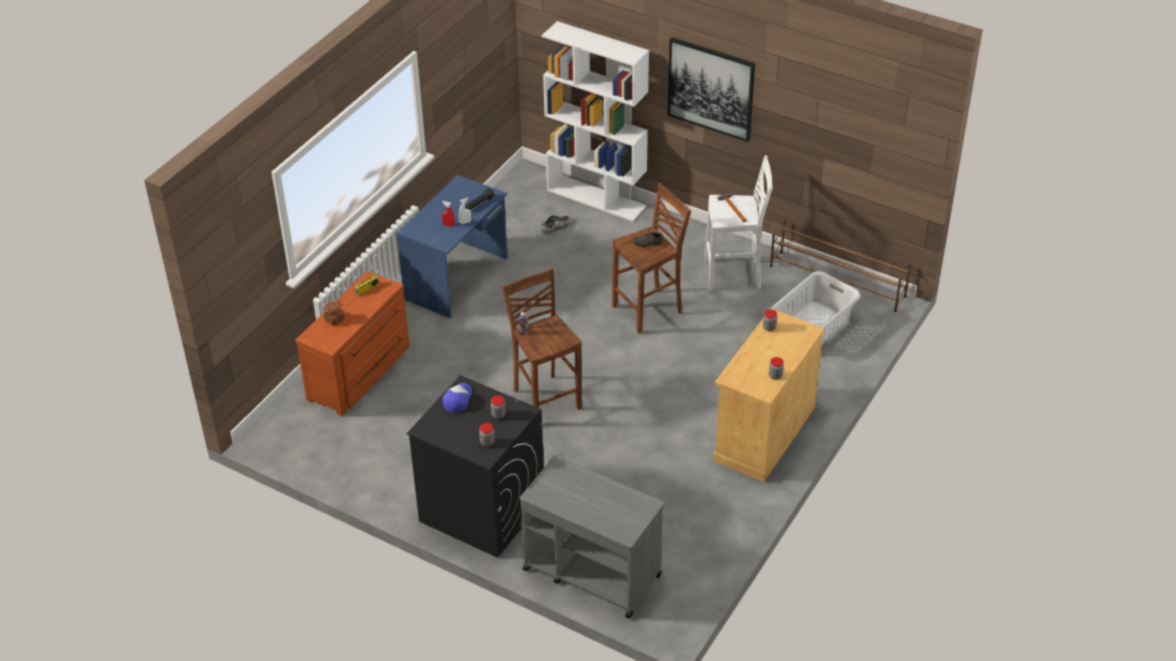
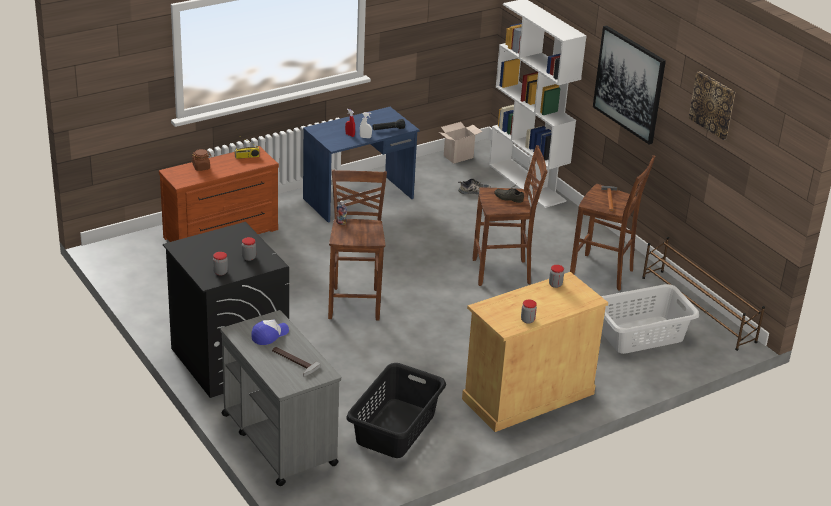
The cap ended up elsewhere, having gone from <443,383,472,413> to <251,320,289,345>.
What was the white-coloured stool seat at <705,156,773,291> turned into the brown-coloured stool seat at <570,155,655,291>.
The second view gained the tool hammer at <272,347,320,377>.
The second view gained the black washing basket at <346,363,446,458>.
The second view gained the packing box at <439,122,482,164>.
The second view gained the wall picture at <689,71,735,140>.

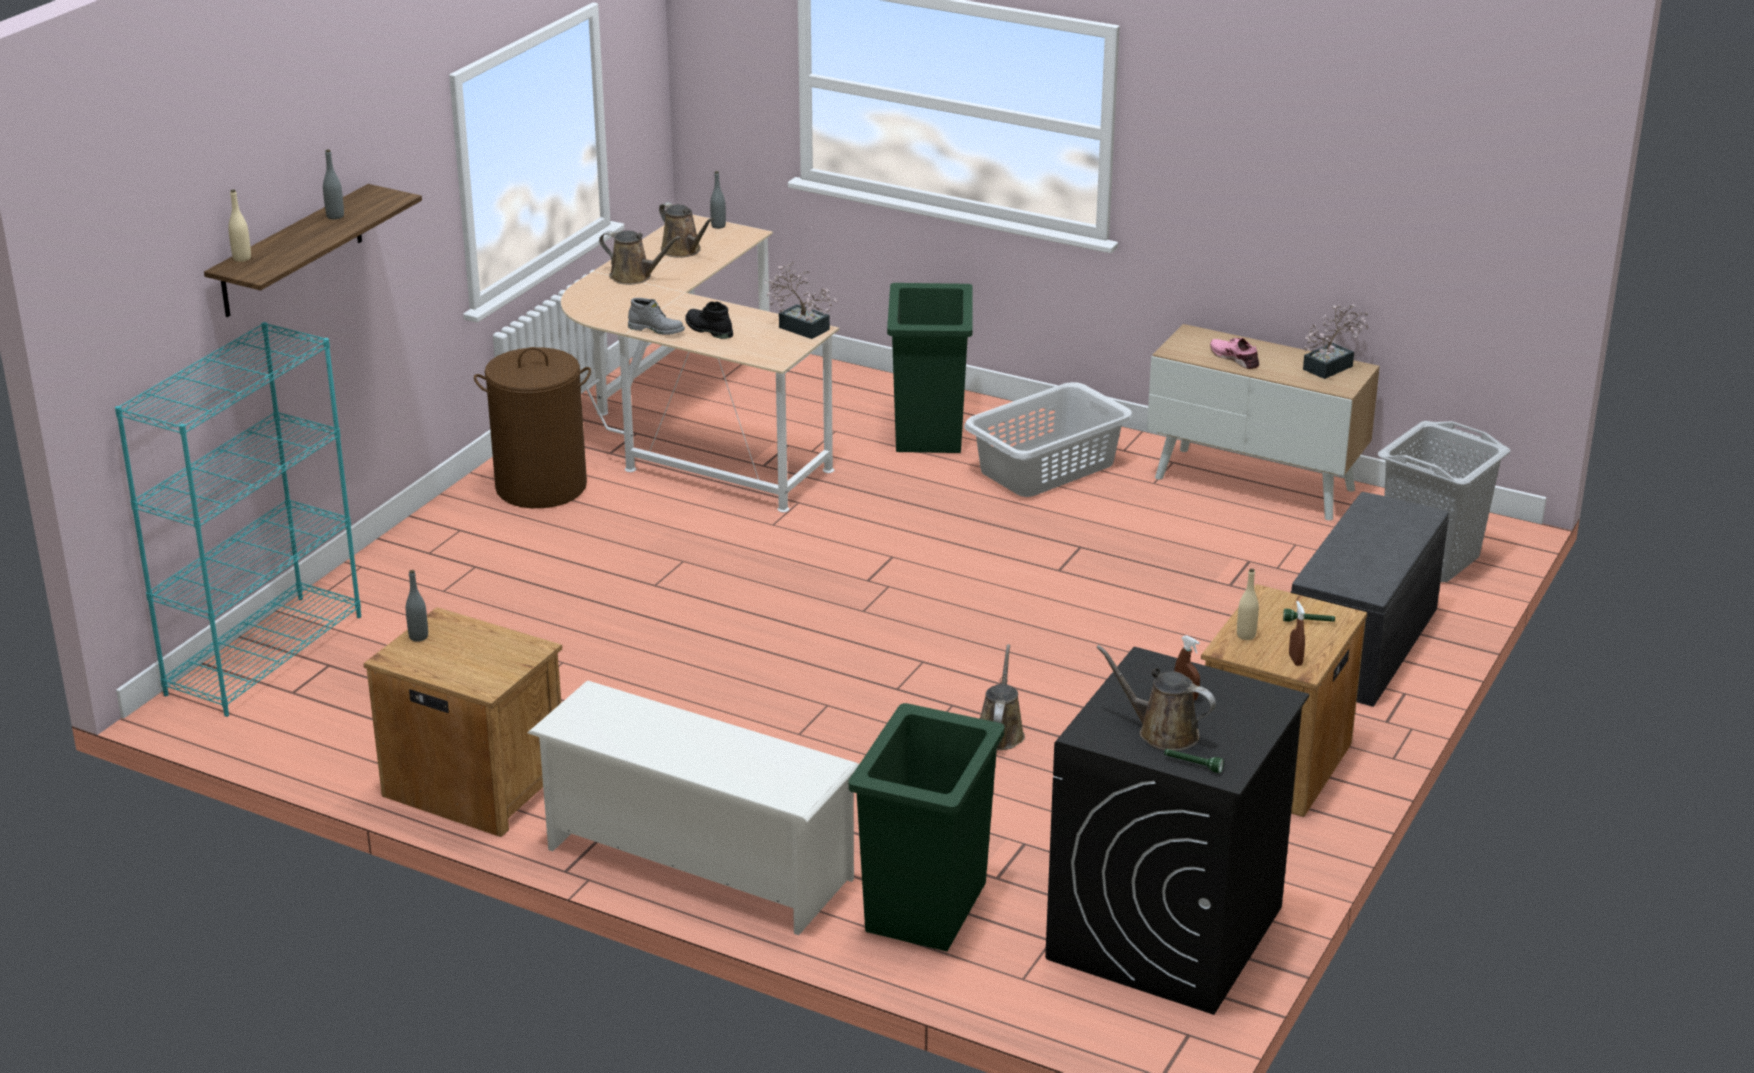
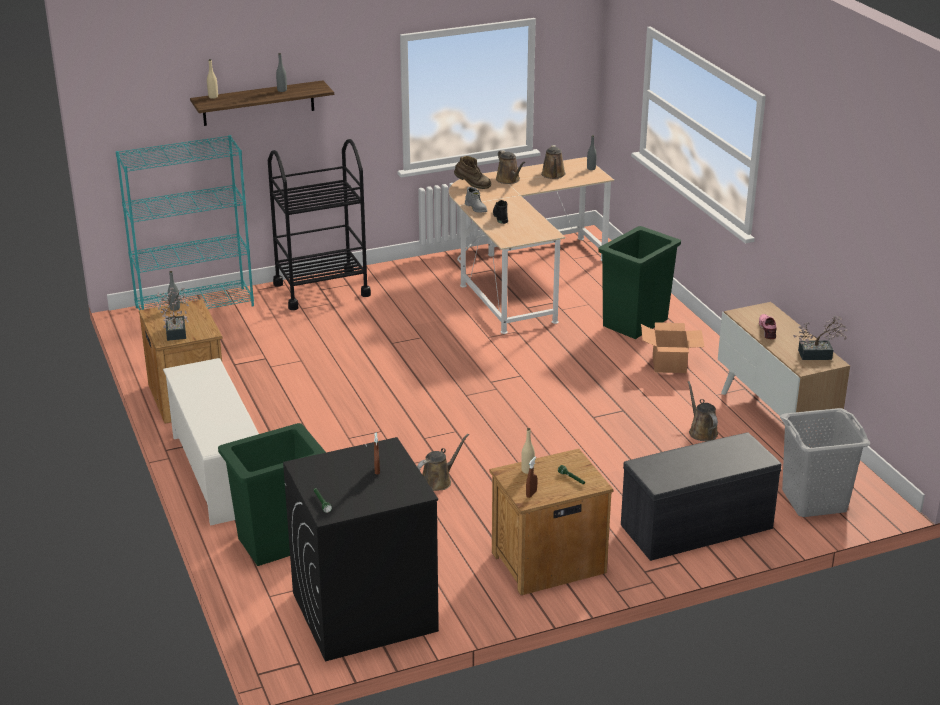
The second view lost the brown-coloured washing basket at <474,347,591,508>.
The houseplant ended up elsewhere, having gone from <764,262,838,339> to <154,287,189,341>.
Where the gray washing basket stood at <964,382,1133,497>, the packing box came to stand at <641,322,705,373>.
The brown-coloured sprinkling can ended up elsewhere, having gone from <1096,645,1216,751> to <688,381,718,441>.
The second view gained the black cart at <268,139,371,310>.
The second view gained the brown-coloured high-top boot at <454,156,491,189>.

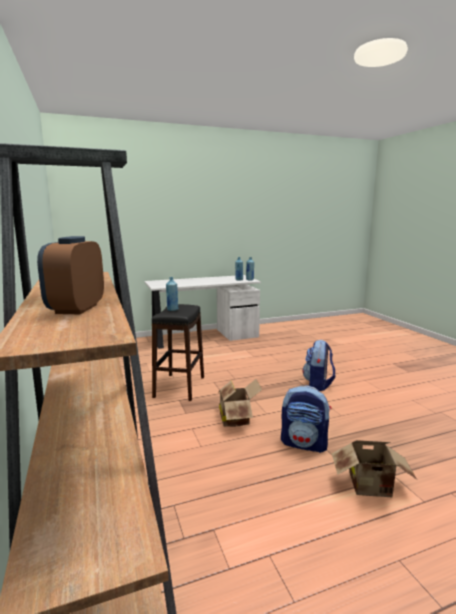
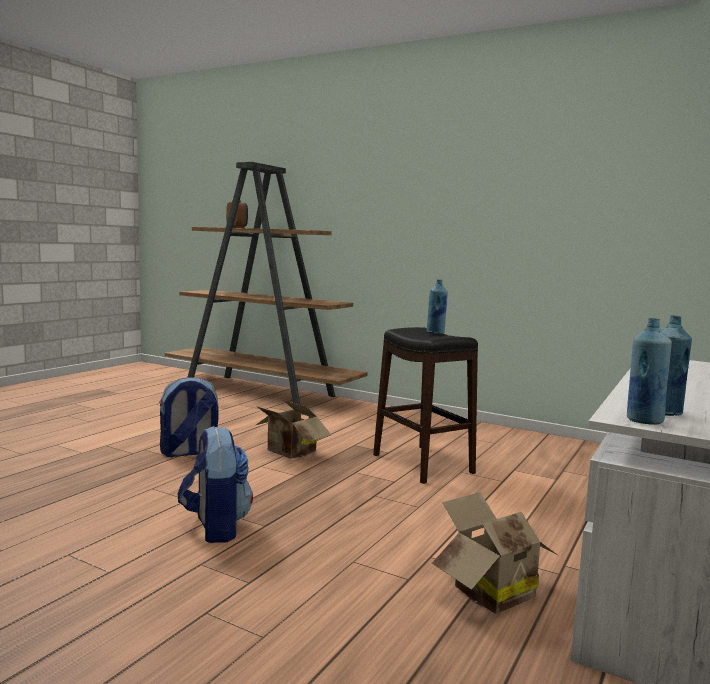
The packing box ended up elsewhere, having gone from <332,440,417,497> to <432,493,559,614>.

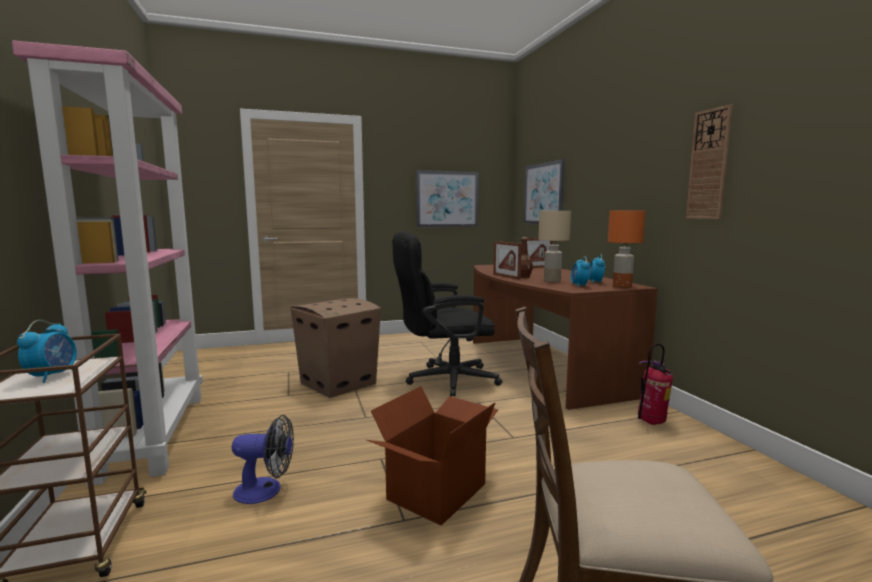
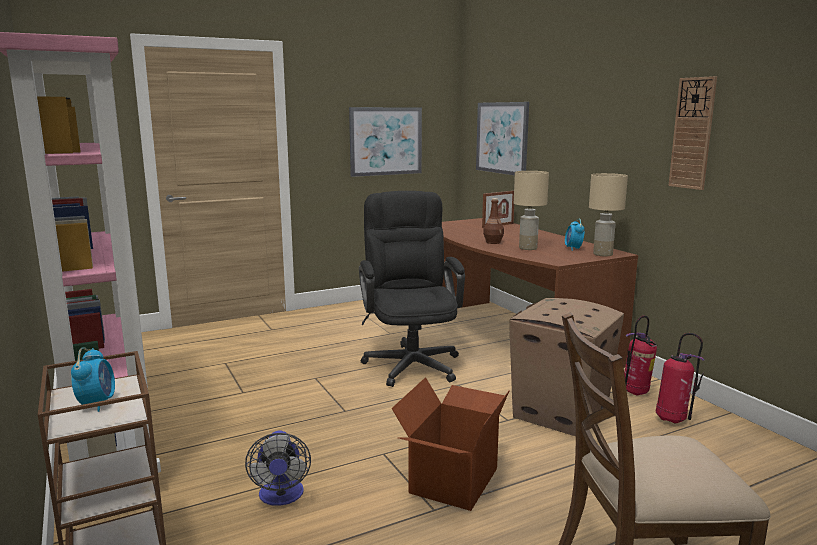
The cooling fan at <232,415,294,504> ended up facing another way, 90 degrees clockwise from before.
The packing box ended up elsewhere, having gone from <291,298,381,398> to <509,298,624,436>.
The black computer chair at <392,231,502,397> ended up facing another way, 105 degrees clockwise from before.
The second view lost the photo frame at <493,241,522,280>.
The second view lost the table clock at <571,256,590,287>.
What was the orange-coloured table lamp at <608,211,646,288> turned into the beige-coloured table lamp at <589,173,628,256>.
The second view gained the fire-fighting cylinder at <656,333,704,423>.

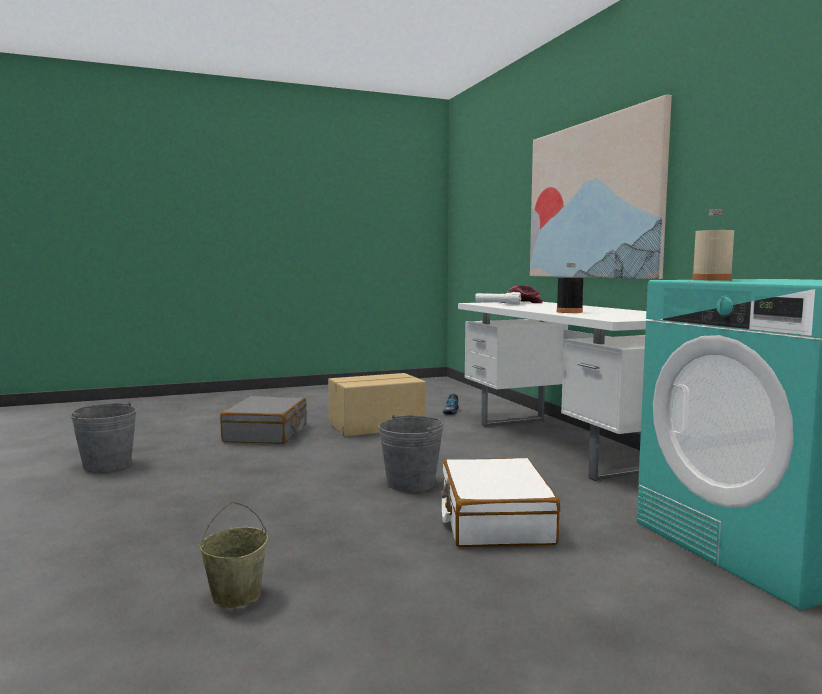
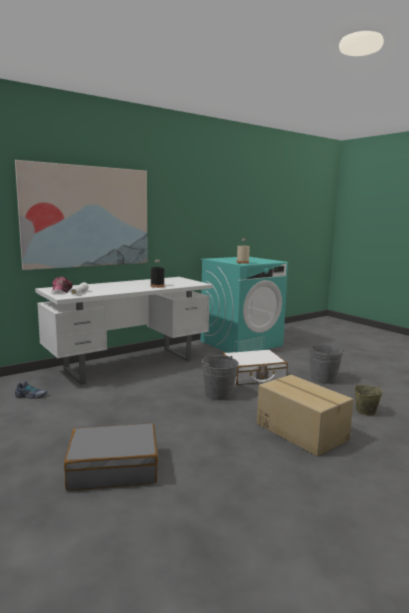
The gray pail ended up elsewhere, having gone from <70,403,137,473> to <309,345,344,384>.
The packing box ended up elsewhere, having gone from <328,373,426,437> to <257,375,354,457>.

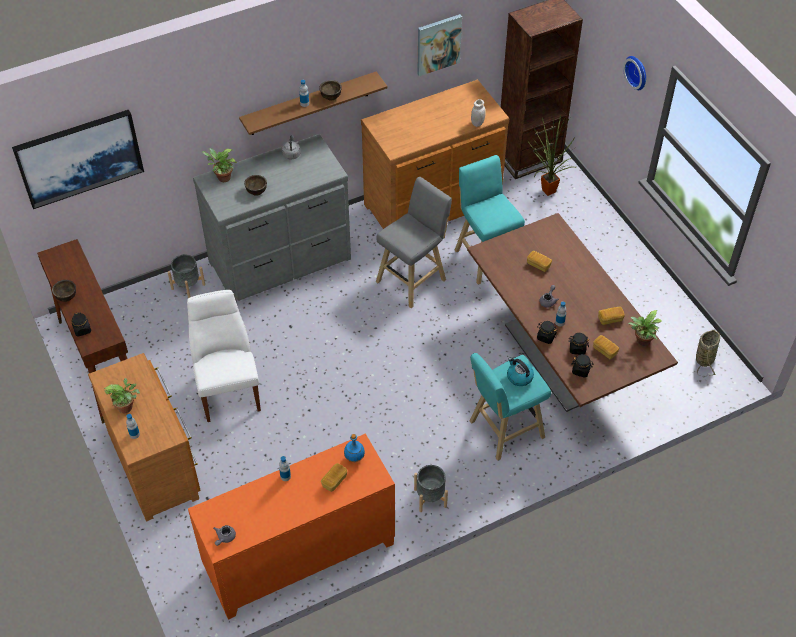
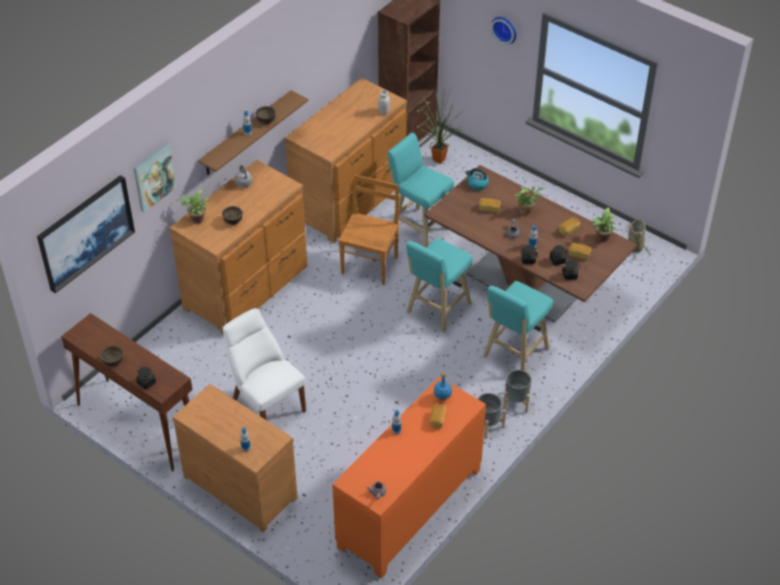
The houseplant ended up elsewhere, having gone from <104,378,140,413> to <514,186,545,215>.
The gray plant pot ended up elsewhere, having gone from <168,254,205,298> to <503,370,532,413>.
What was the gray drawer chest at <193,134,351,303> turned into the brown-coloured drawer chest at <169,160,307,335>.
Where the gray stool seat stood at <376,177,452,308>, the brown-coloured chair came to stand at <338,175,399,285>.
The wall picture ended up elsewhere, having gone from <417,14,462,76> to <133,143,176,212>.
The water kettle ended up elsewhere, having gone from <507,357,534,386> to <465,168,489,190>.
The second view gained the turquoise-coloured stool seat at <406,238,473,333>.

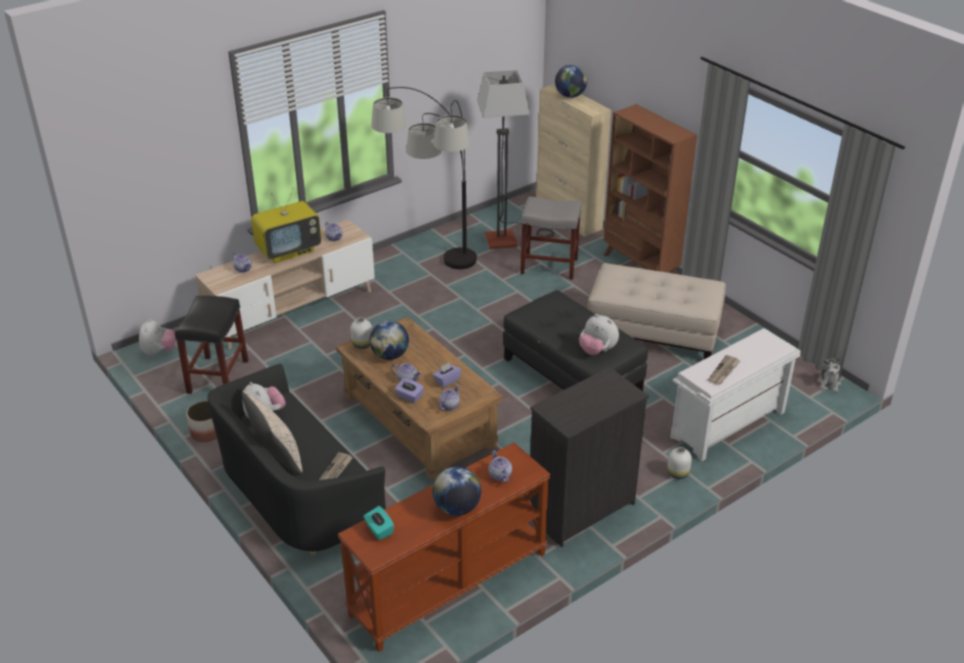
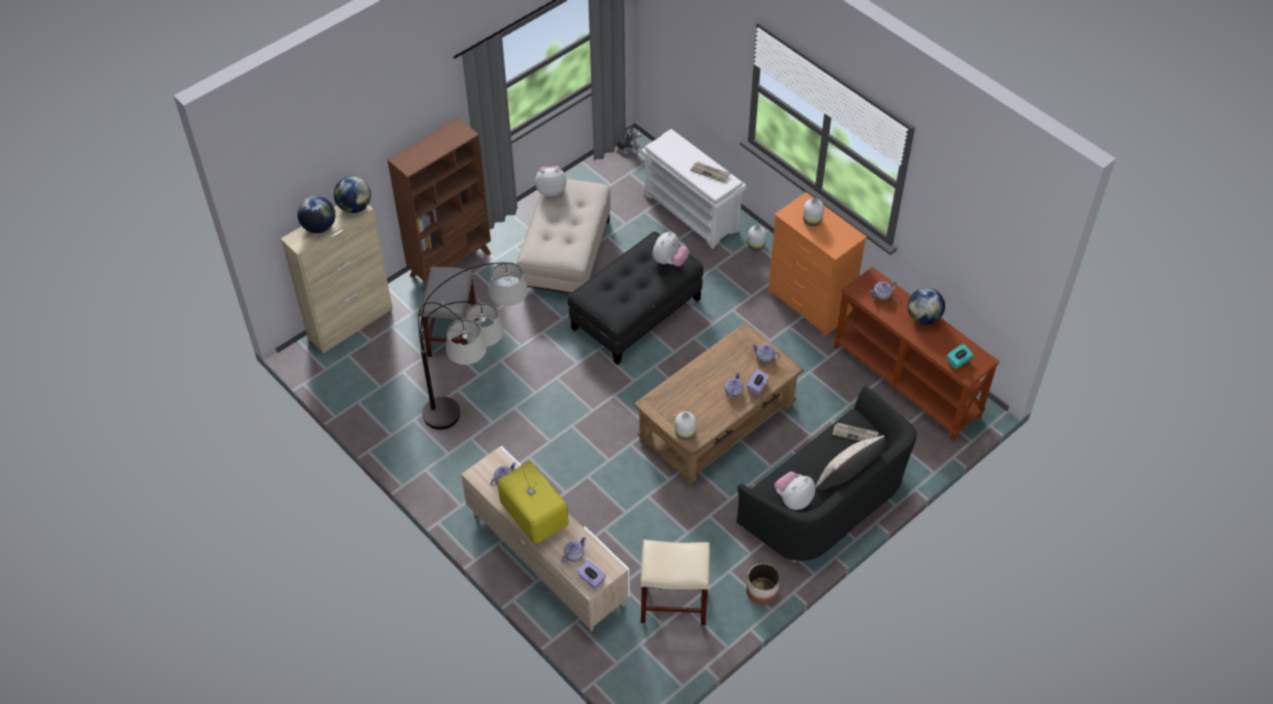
The cuddly toy ended up elsewhere, having gone from <139,319,176,356> to <535,166,566,197>.
What was the black stool seat at <175,296,249,394> turned into the beige-coloured stool seat at <641,540,710,626>.
The globe ended up elsewhere, having gone from <370,321,409,360> to <334,176,371,213>.
The purple tissue box ended up elsewhere, having gone from <433,362,461,388> to <577,560,606,589>.
The second view lost the standing lamp at <477,70,555,249>.
What was the black drawer chest at <529,367,649,548> turned into the orange-coloured drawer chest at <768,192,867,337>.
The second view gained the white-coloured vase at <803,198,824,226>.

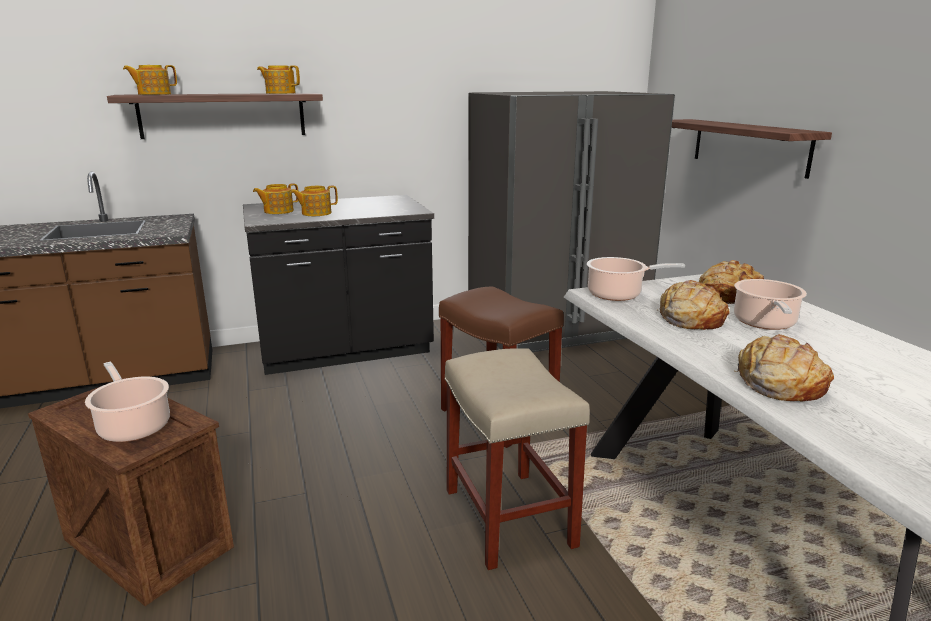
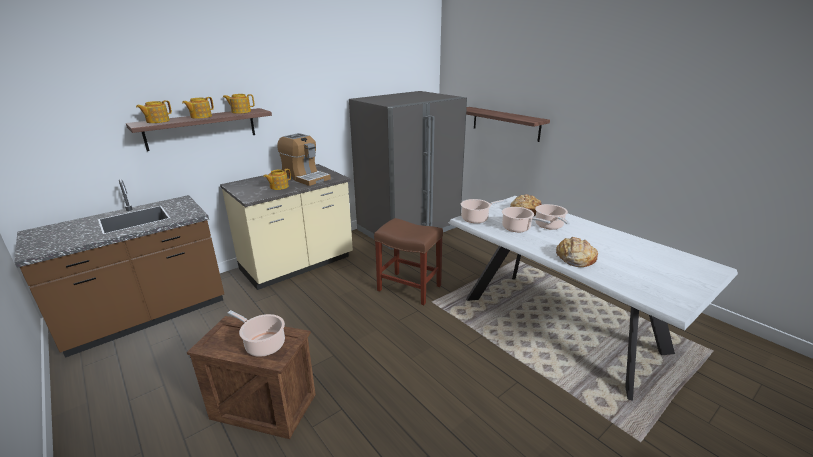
What was the black kitchen base unit at <243,195,434,375> turned into the beige-coloured kitchen base unit at <220,164,353,290>.
The tea pot ended up elsewhere, having gone from <253,183,298,214> to <182,97,214,119>.
The second view lost the beige-coloured stool seat at <445,348,590,570>.
Where the bakery bread stood at <657,280,729,330>, the saucepot came to stand at <502,207,550,232>.
The second view gained the coffee brewer at <277,133,331,186>.

